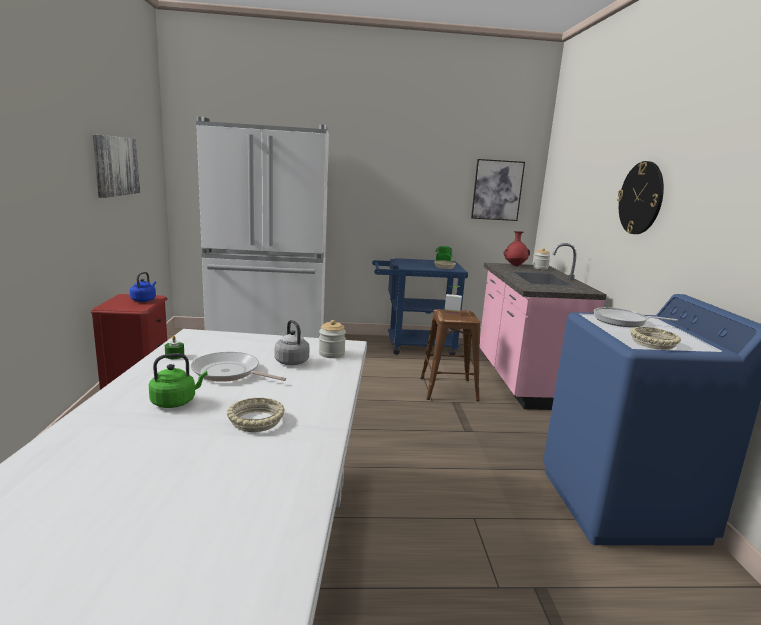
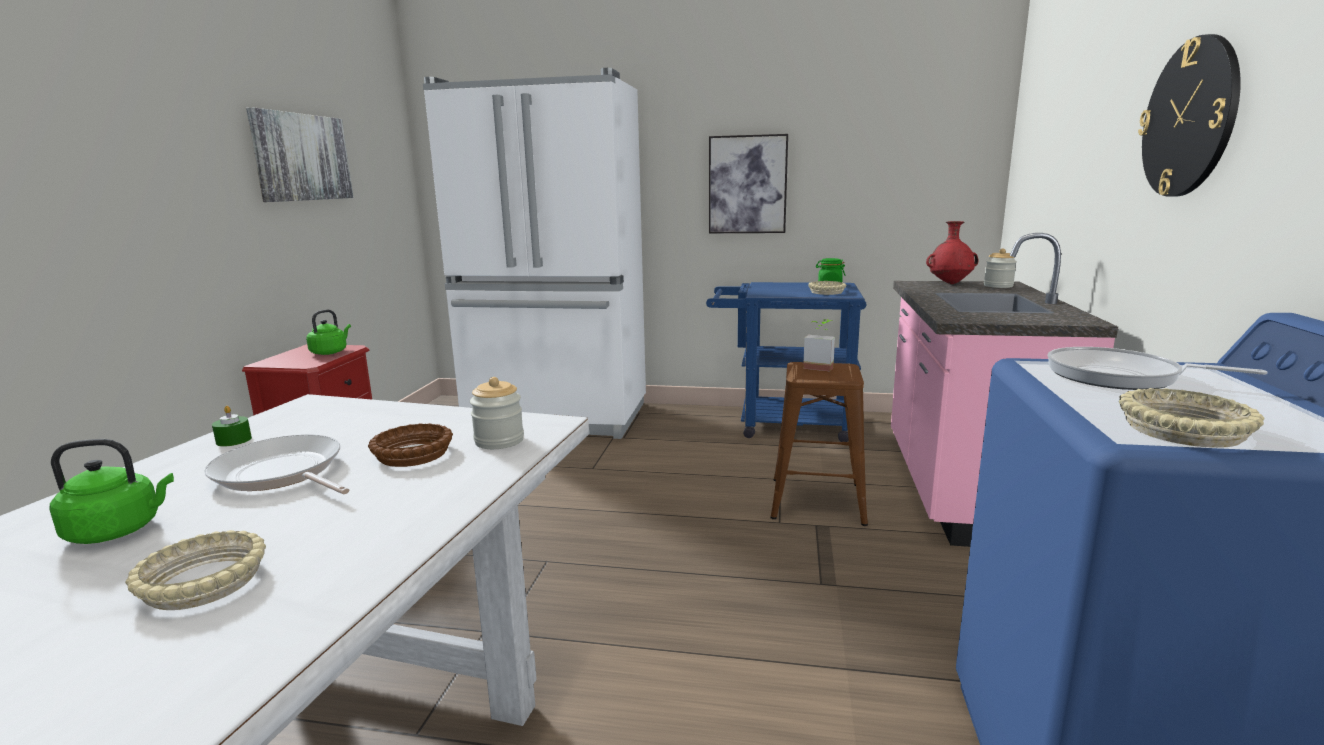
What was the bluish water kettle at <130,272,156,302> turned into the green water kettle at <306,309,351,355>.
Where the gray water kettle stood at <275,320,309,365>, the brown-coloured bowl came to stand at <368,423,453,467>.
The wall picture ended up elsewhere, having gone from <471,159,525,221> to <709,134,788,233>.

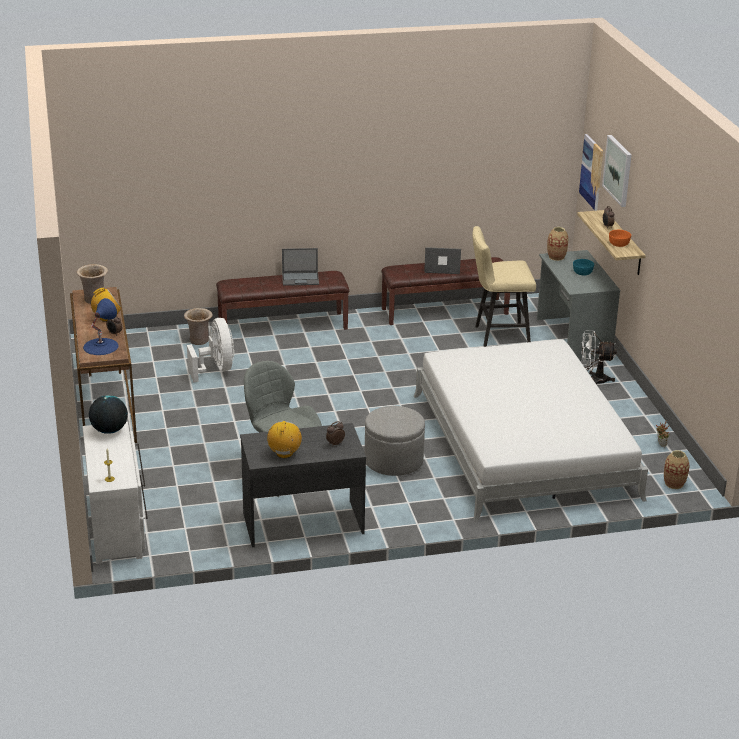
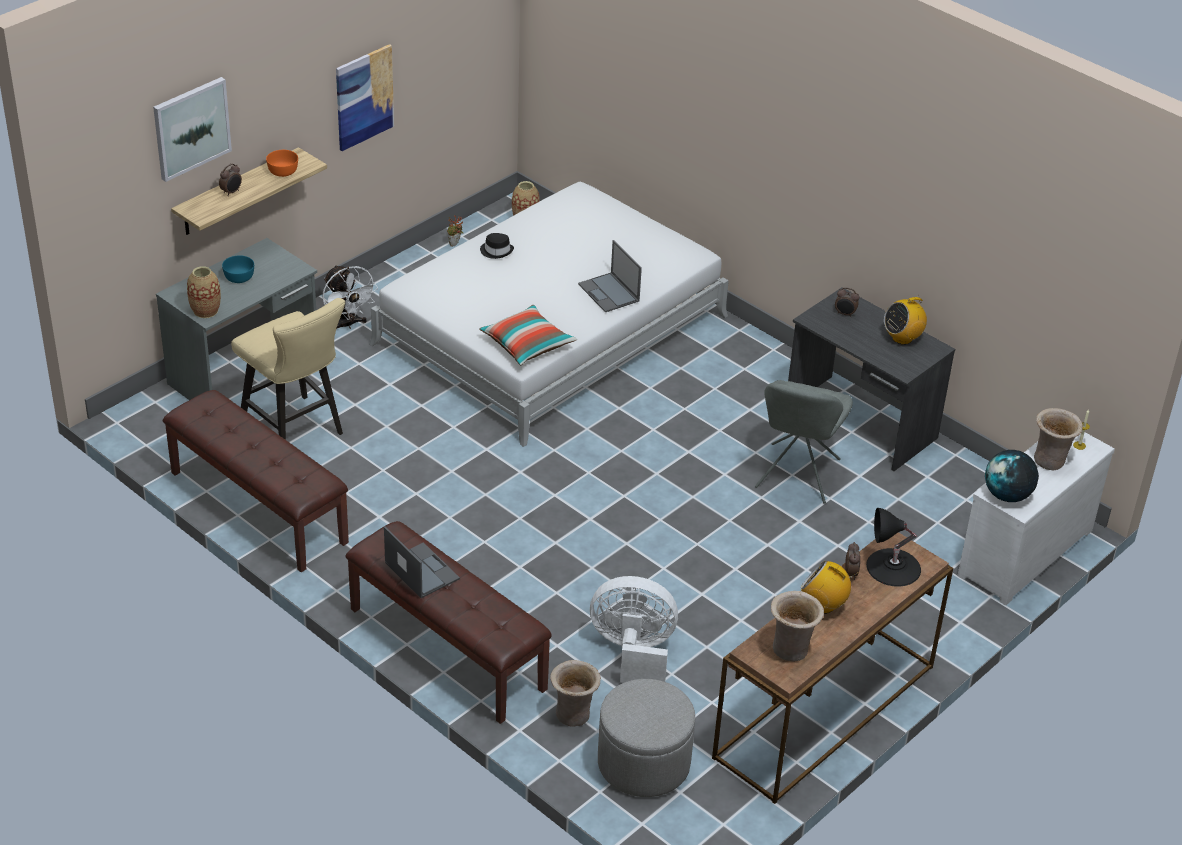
What was the bluish table lamp at <83,298,119,355> turned into the black table lamp at <866,508,921,587>.
The white-coloured cooling fan at <187,318,234,382> ended up facing another way, 60 degrees clockwise from before.
The gray footrest ended up elsewhere, having gone from <365,406,425,476> to <598,679,695,797>.
The portable computer ended up elsewhere, having gone from <424,247,461,274> to <578,240,642,312>.
The wall picture ended up elsewhere, having gone from <579,134,603,211> to <336,44,394,151>.
The second view gained the cushion at <479,305,577,365>.
The second view gained the black wearable hat at <480,233,514,259>.
The second view gained the beige-coloured vase at <1034,408,1083,470>.

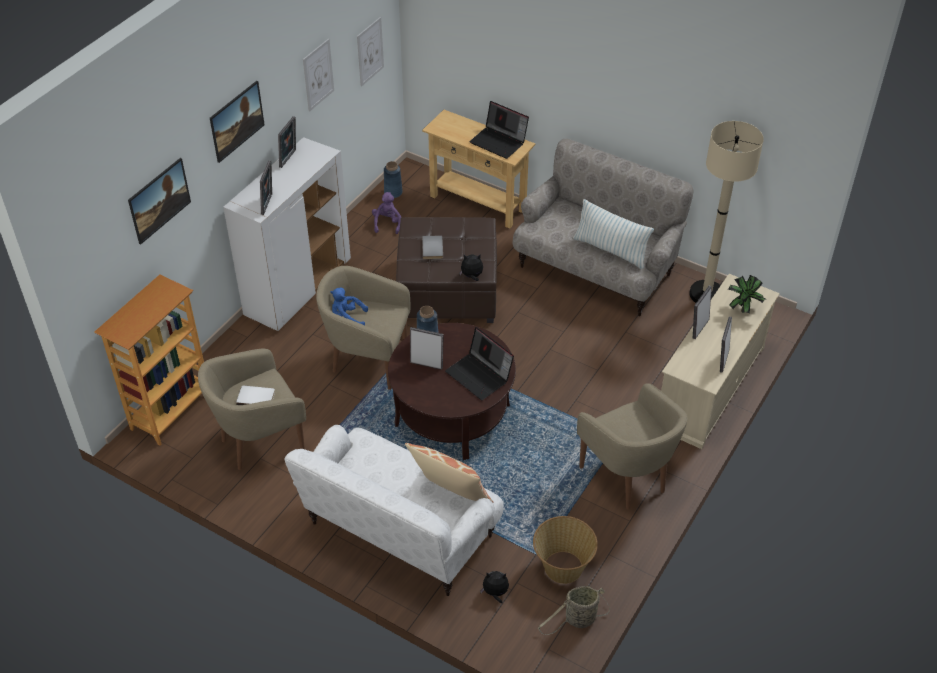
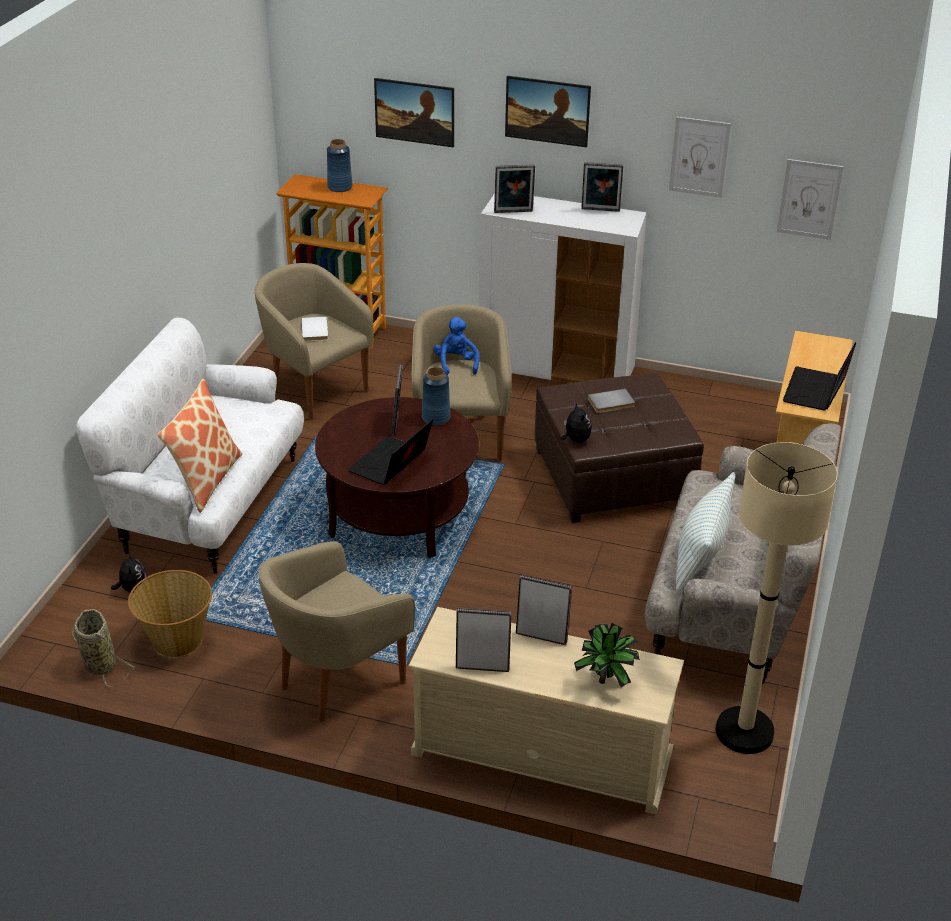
The second view lost the purple cuddly toy at <372,192,401,234>.
The bluish vase ended up elsewhere, having gone from <384,161,403,198> to <327,139,353,192>.

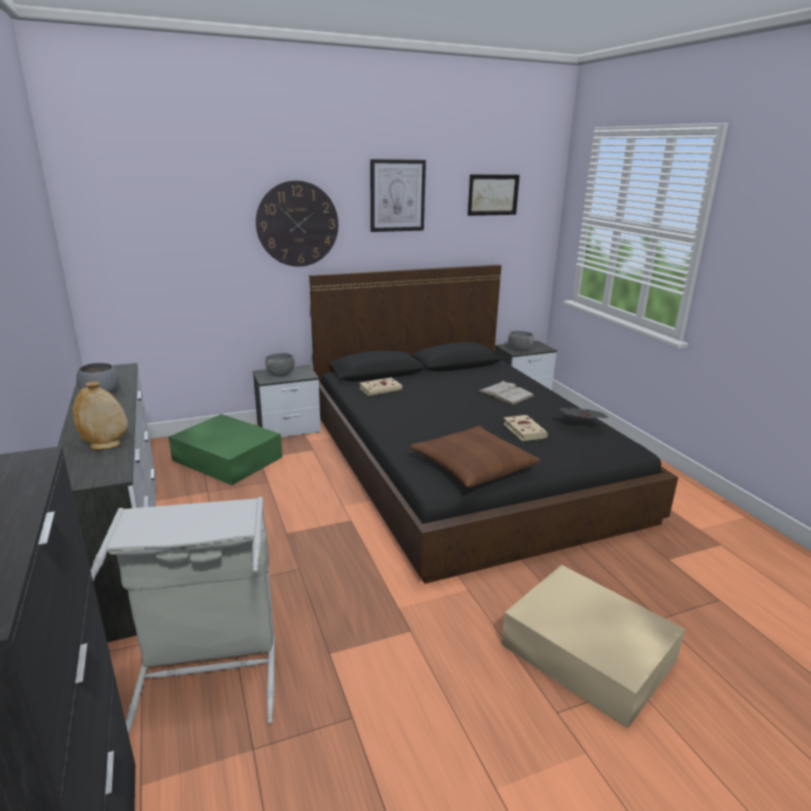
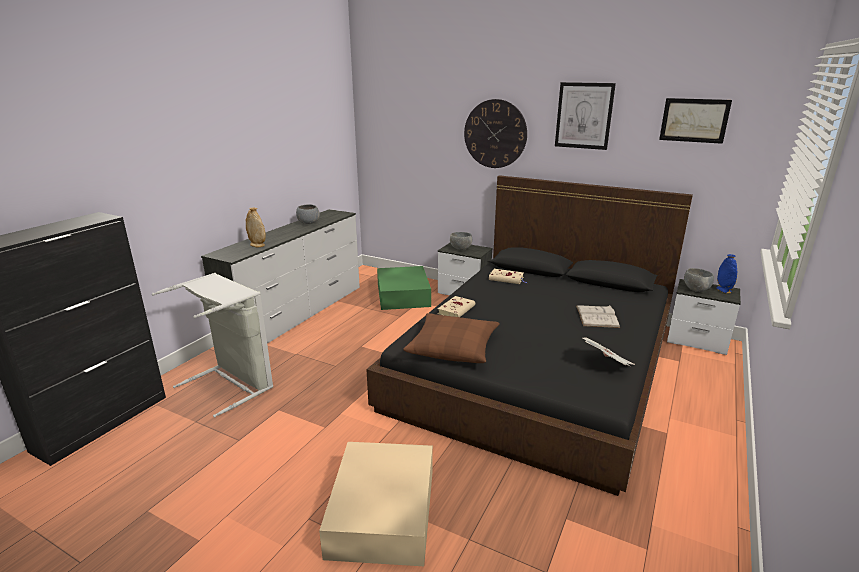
The beige-coloured volume ended up elsewhere, having gone from <503,415,548,441> to <438,296,475,317>.
The second view gained the bluish vase at <717,254,738,293>.

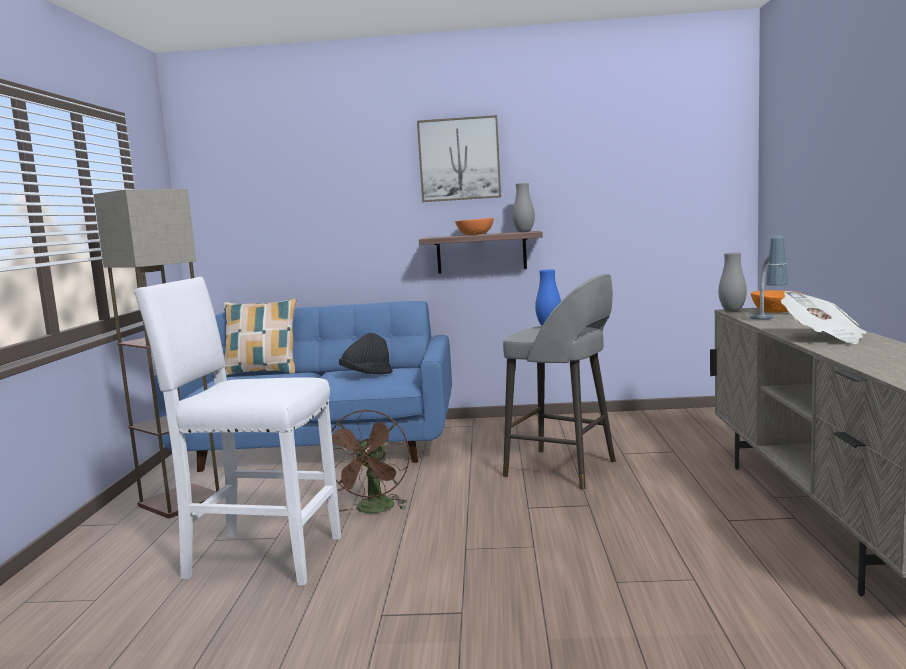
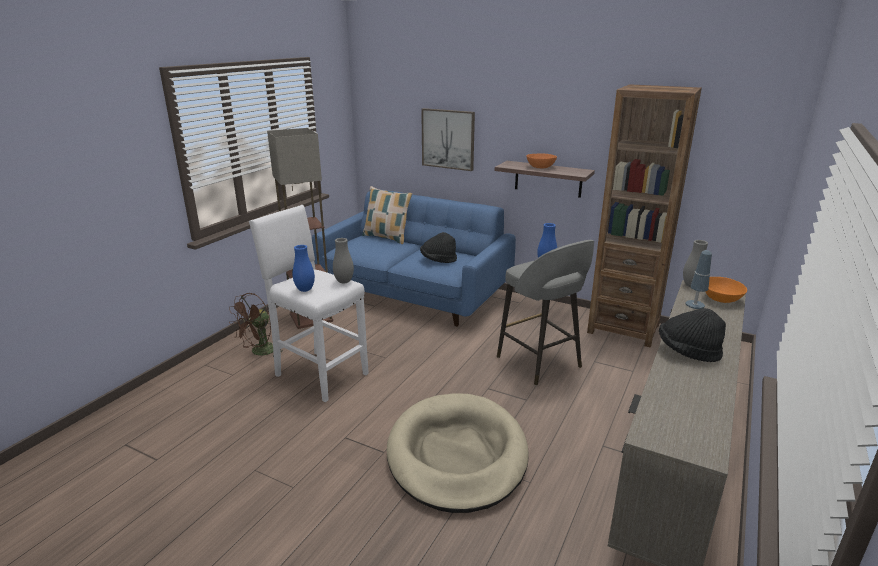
The brown-coloured cooling fan ended up elsewhere, having gone from <331,409,410,513> to <229,293,283,357>.
The wall picture ended up elsewhere, having gone from <417,115,501,202> to <421,108,475,171>.
The gray vase ended up elsewhere, having gone from <513,183,535,232> to <333,238,354,283>.
Where the newspaper stood at <781,291,866,344>, the black wearable hat came to stand at <659,308,726,362>.
The second view gained the bluish vase at <292,245,315,292>.
The second view gained the beige-coloured pet bed at <387,394,529,513>.
The second view gained the brown-coloured bookcase at <587,84,702,347>.

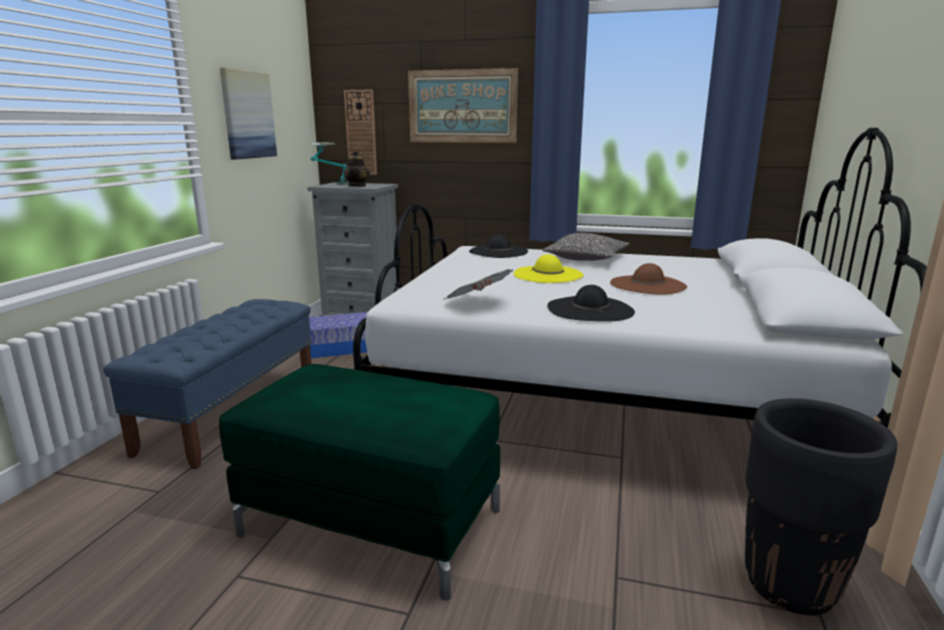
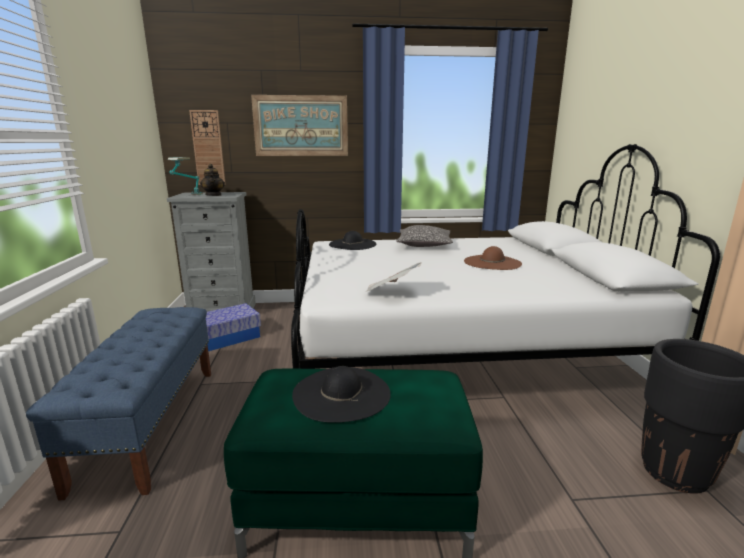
The second view lost the wall picture at <220,68,277,159>.
The second view lost the yellowish wearable hat at <514,254,584,283>.
The black wearable hat ended up elsewhere, having gone from <547,285,635,322> to <292,366,391,423>.

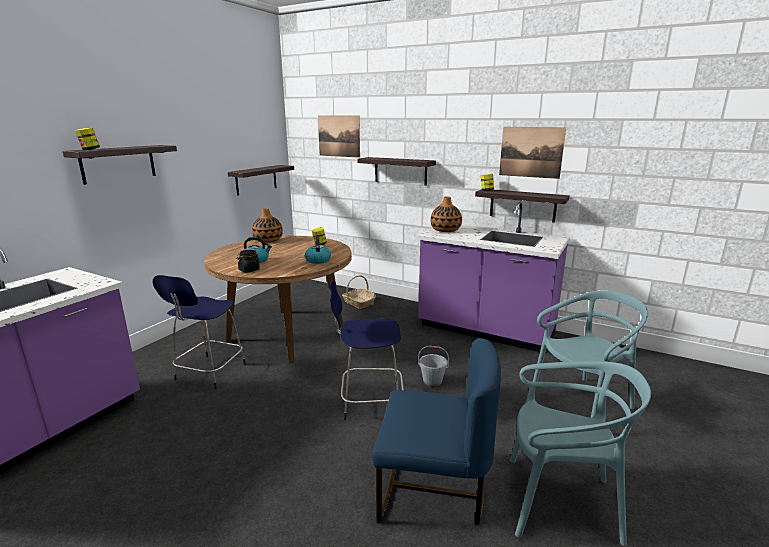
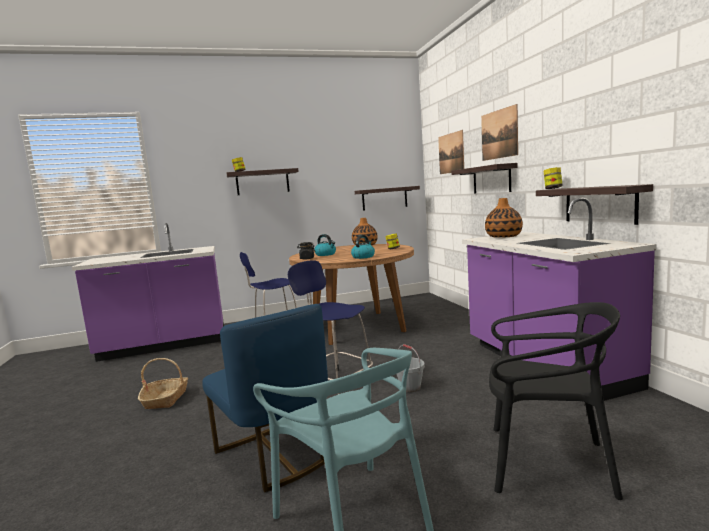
The basket ended up elsewhere, having gone from <342,276,376,309> to <138,358,188,409>.
The wall picture ended up elsewhere, having gone from <499,127,566,179> to <481,104,518,161>.
What was the turquoise-coloured chair at <533,290,648,418> turned into the black chair at <489,302,623,500>.

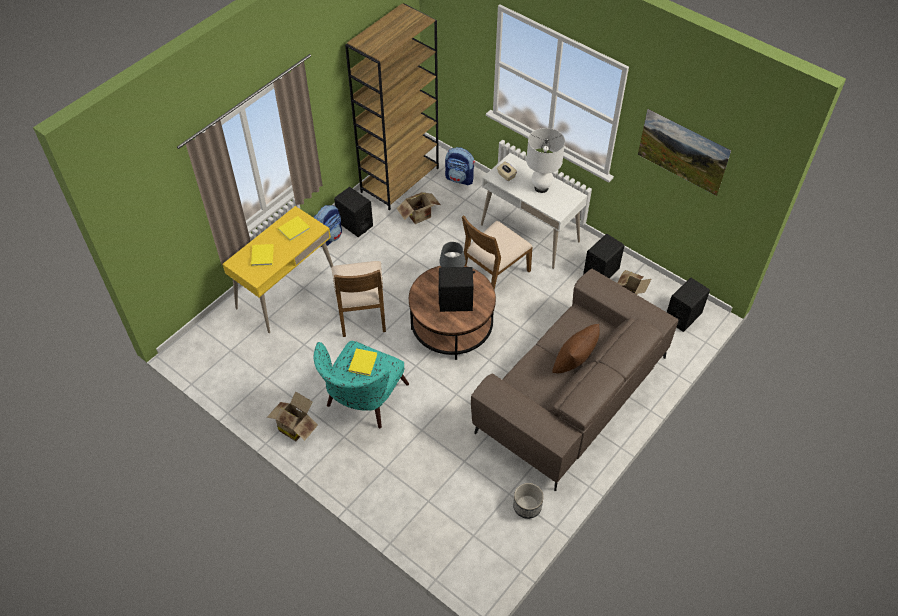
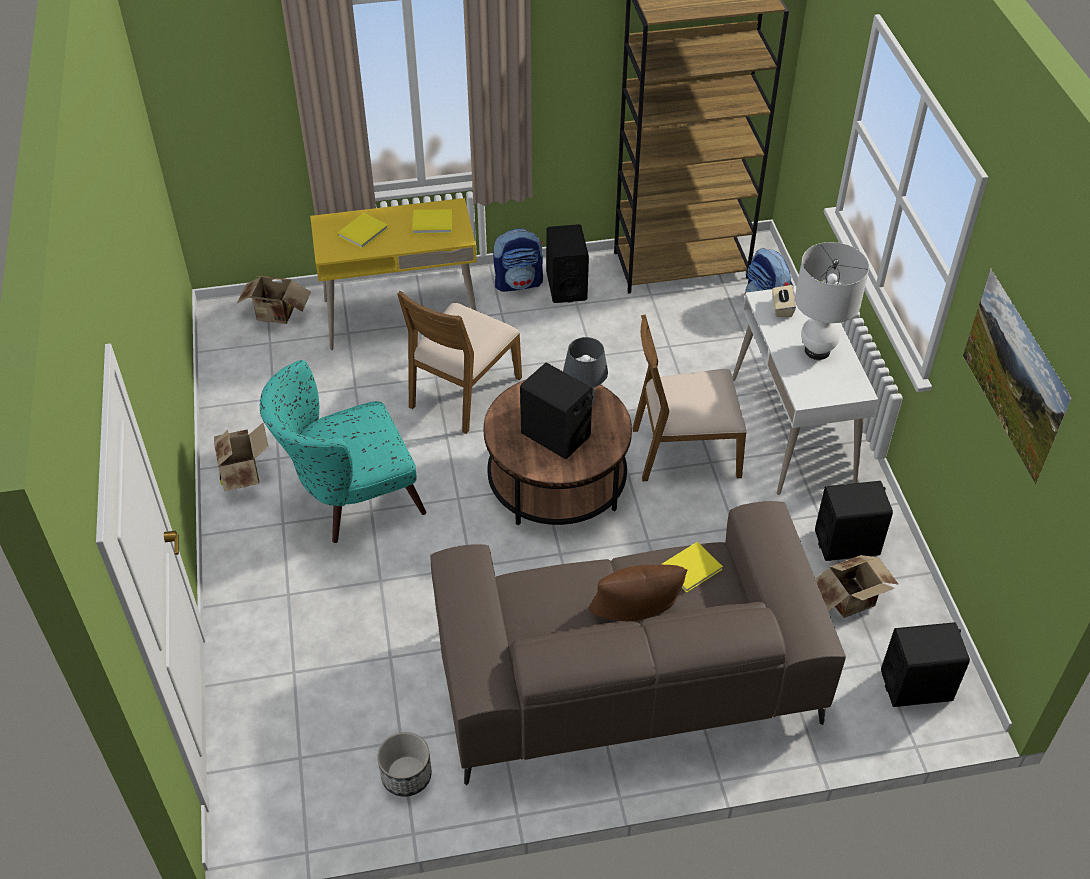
The yellowish volume ended up elsewhere, having gone from <348,348,377,376> to <662,542,723,593>.
The packing box ended up elsewhere, having gone from <396,192,440,224> to <237,276,311,324>.

